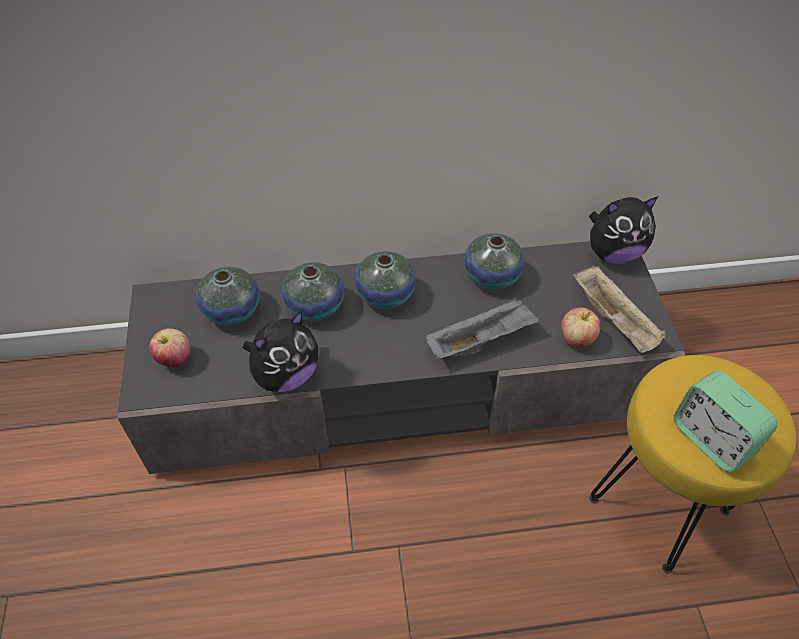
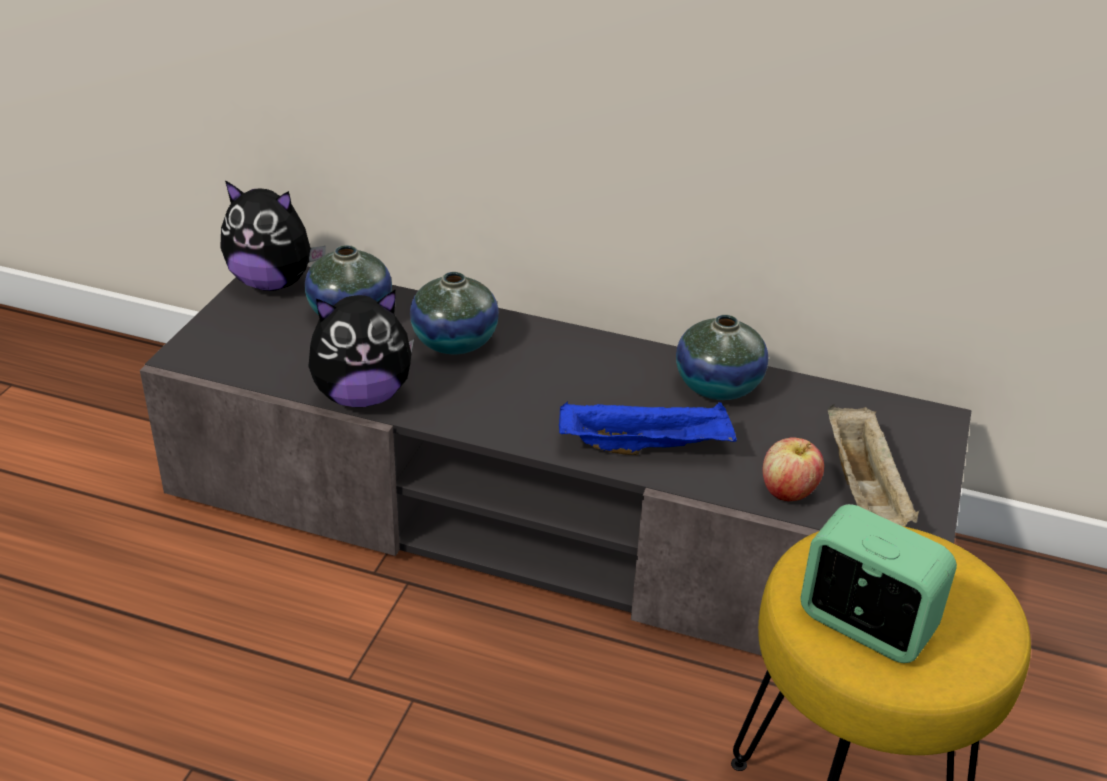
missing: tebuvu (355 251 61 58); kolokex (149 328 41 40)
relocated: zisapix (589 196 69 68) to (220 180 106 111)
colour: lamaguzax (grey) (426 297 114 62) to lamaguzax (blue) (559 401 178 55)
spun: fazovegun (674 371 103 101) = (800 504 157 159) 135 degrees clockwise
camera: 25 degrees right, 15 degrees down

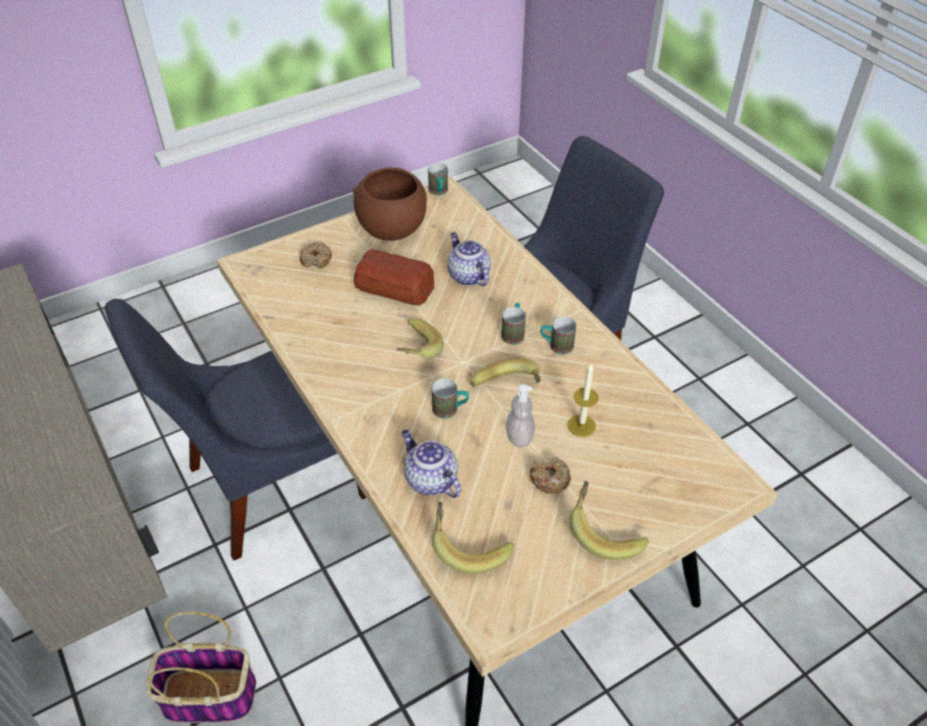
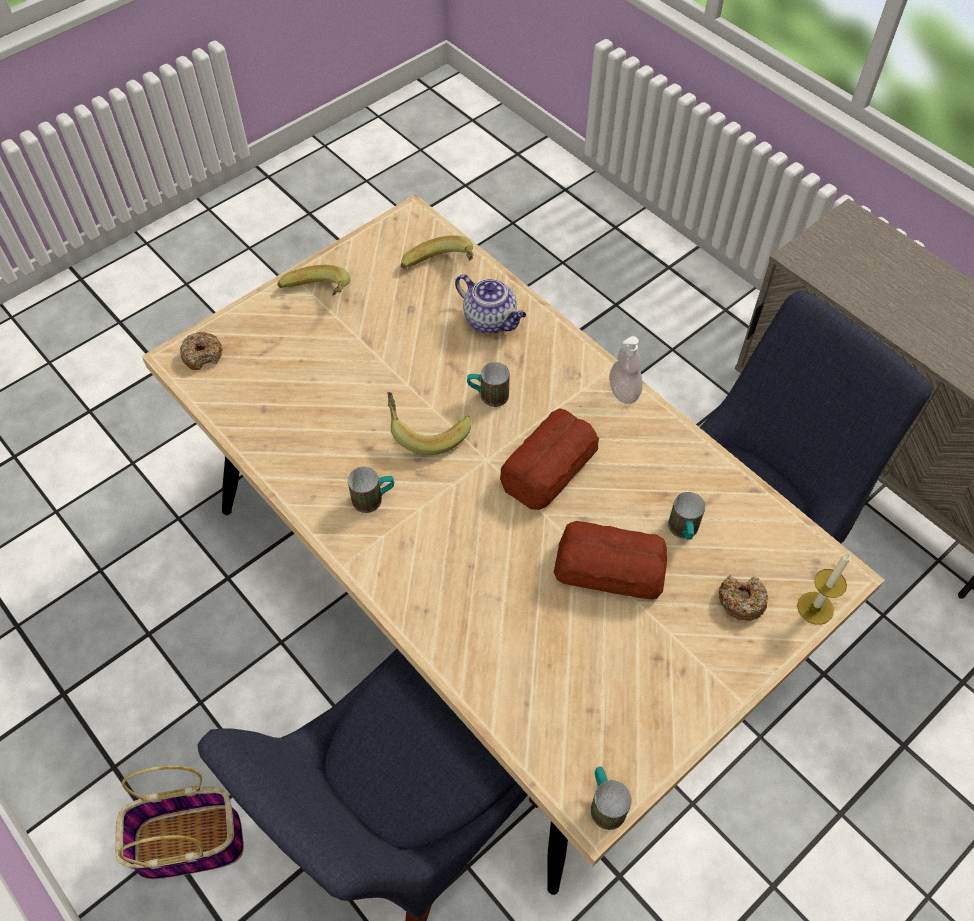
missing: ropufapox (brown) (353 167 74 74); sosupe (447 232 44 54)
relocated: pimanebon (501 303 25 42) to (668 492 37 48); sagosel (567 363 31 74) to (797 553 54 72); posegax (506 384 29 63) to (609 336 34 68); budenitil (530 457 41 37) to (180 332 43 38); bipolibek (146 611 110 112) to (115 766 129 113)
exchanged: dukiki (396 319 48 39) to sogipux (500 408 99 102)
camera: 170 degrees right, 10 degrees up

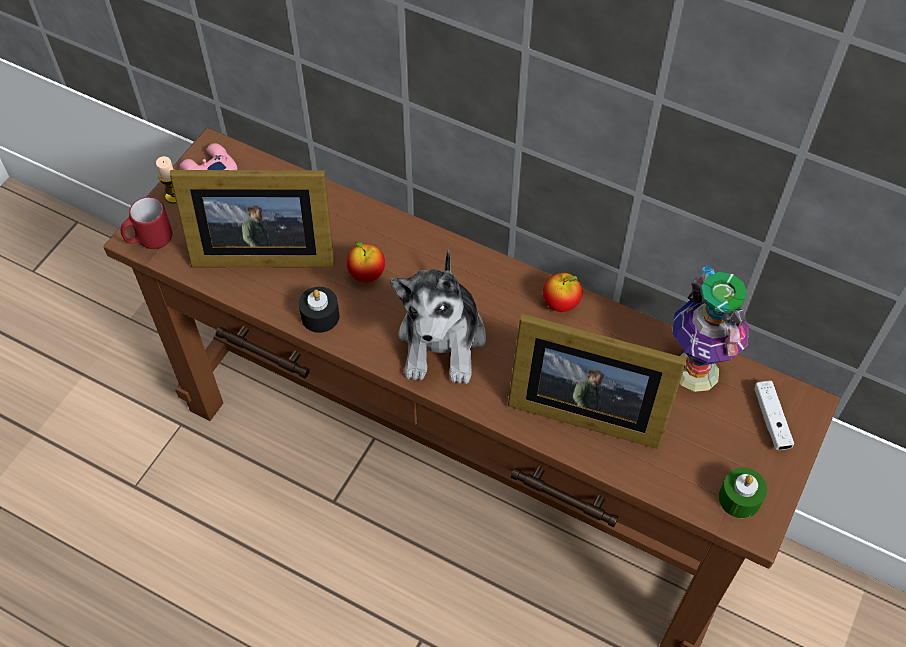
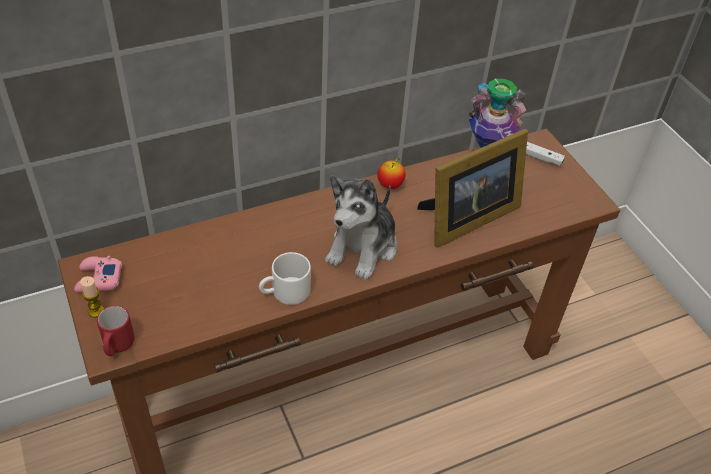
missing: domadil (170 170 165 98); kolokex (347 241 38 41); sagosel (green) (719 468 48 50)
exchanged: sagosel (black) (299 287 40 46) to pimanebon (white) (259 252 52 53)
spun: zisapix (390 249 96 135) = (325 175 72 105) 75 degrees clockwise
camera: 55 degrees left, 10 degrees down

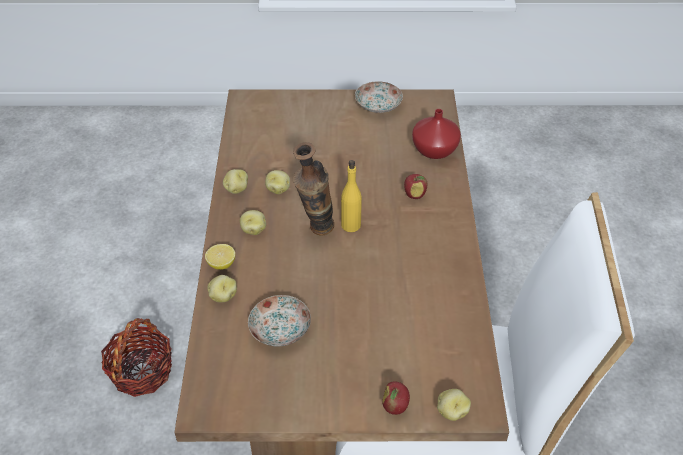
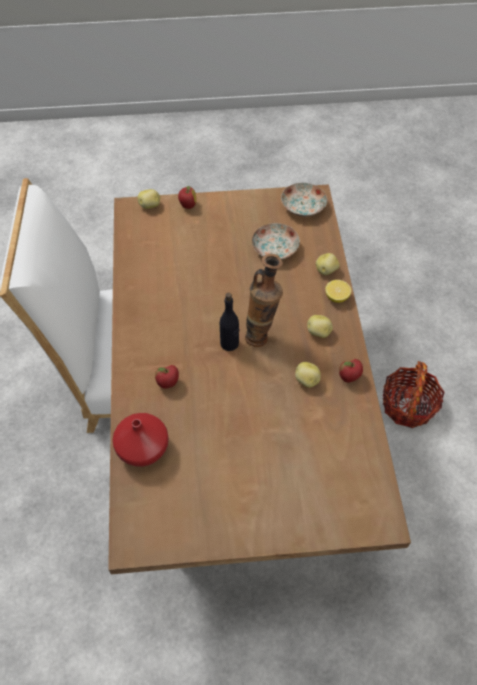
relocated: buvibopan (355 81 48 32) to (281 183 46 33)
exchanged: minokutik (223 169 25 25) to kolokex (339 359 24 23)
colour: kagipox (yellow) (341 160 21 72) to kagipox (black) (220 293 19 58)
camera: 175 degrees right, 10 degrees up

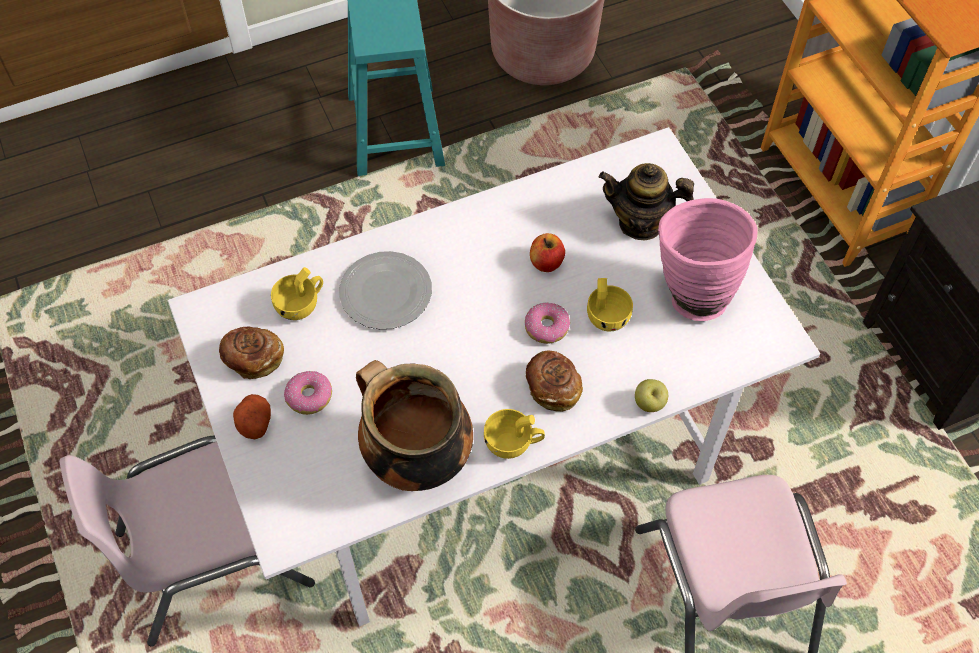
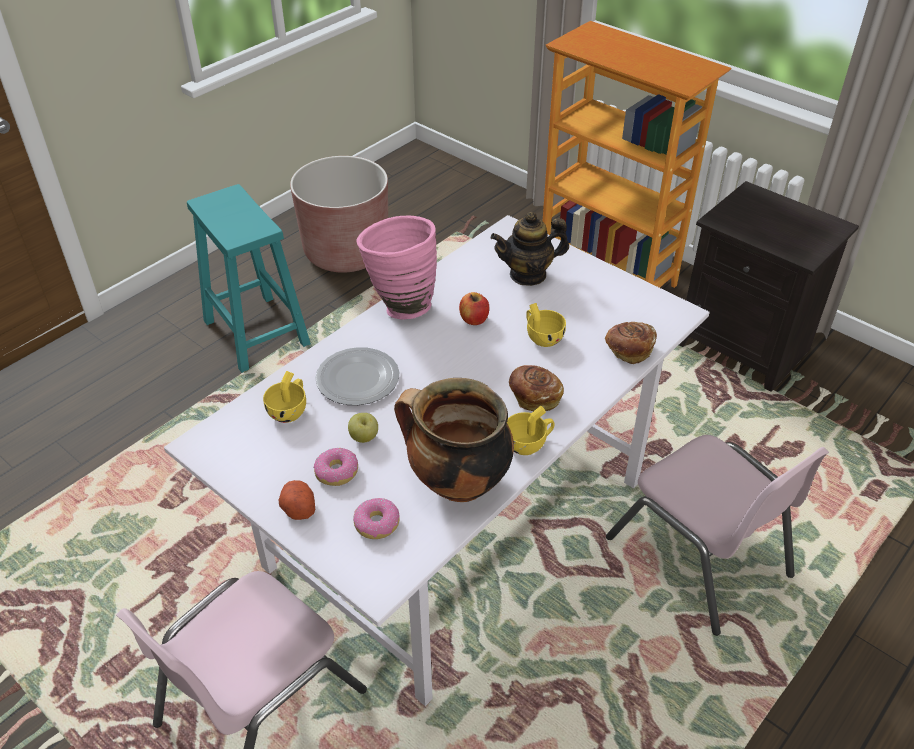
relocated: tebuvu (pink) (658 198 100 123) to (356 215 81 104); budenitil (525 302 45 42) to (353 498 46 41); sogipux (219 327 65 52) to (605 322 52 42); kolokex (635 379 33 33) to (348 413 30 30)
camera: 25 degrees left, 15 degrees down

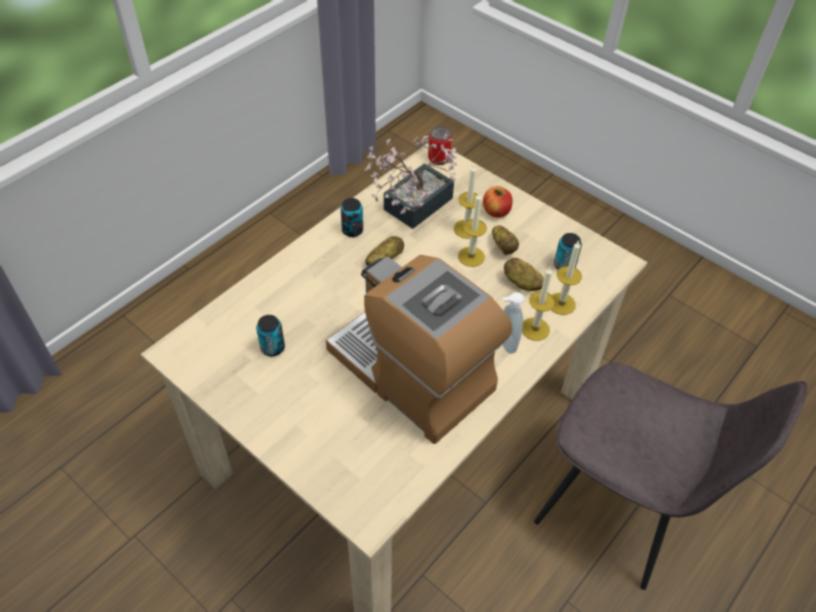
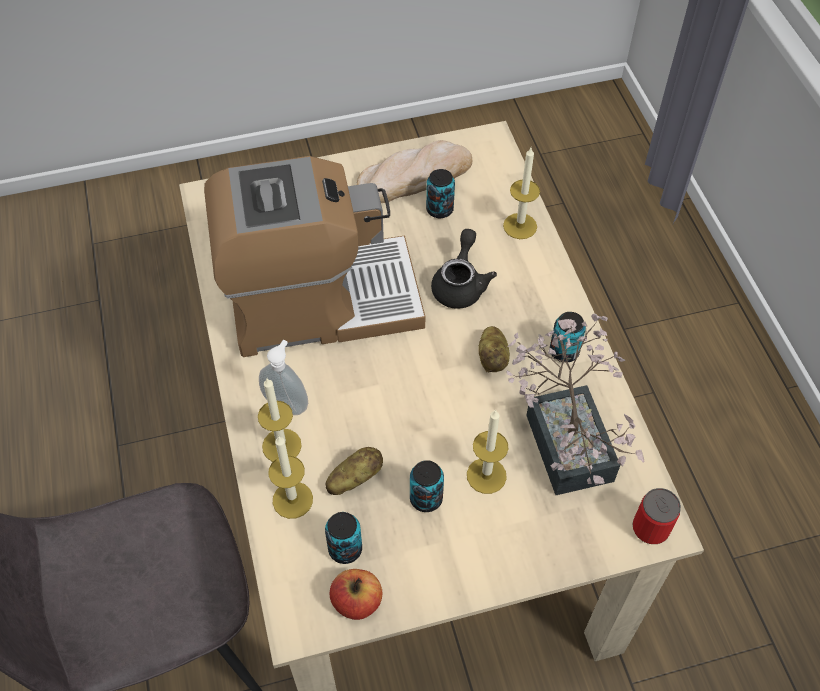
appeared: sogipux (357 140 115 63); sosupe (black) (431 229 66 80)
relocated: kolokex (483 186 30 32) to (330 569 53 51); sagosel (458 193 29 74) to (503 148 37 91)
exchanged: minokutik (492 225 27 30) to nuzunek (410 460 34 52)
camera: 125 degrees right, 5 degrees up

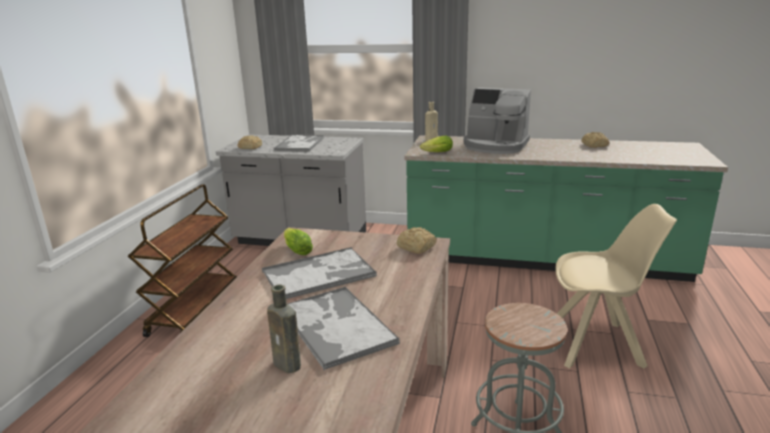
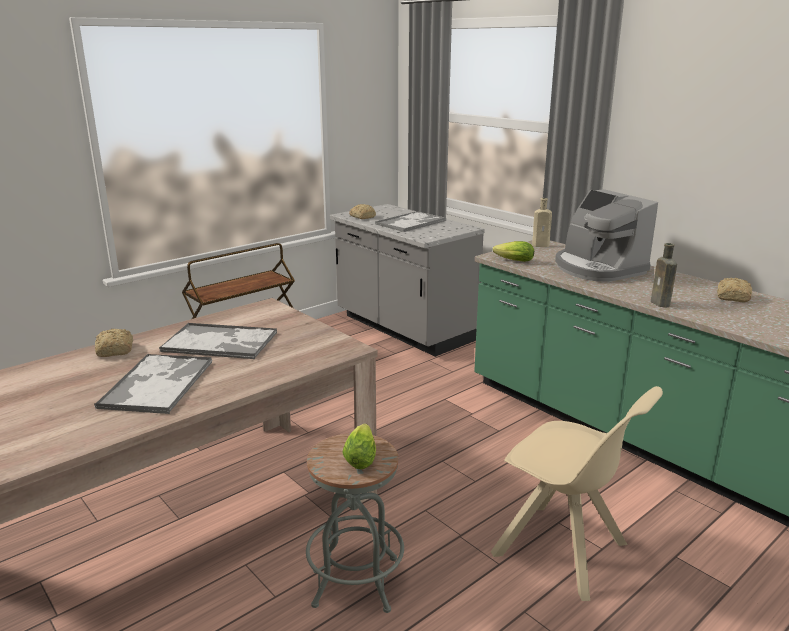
relocated: sogipux (397 227 40 27) to (95 329 38 28); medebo (284 228 29 27) to (342 424 34 45); kagipox (brown) (267 285 34 88) to (651 243 26 65)
camera: 35 degrees right, 0 degrees up

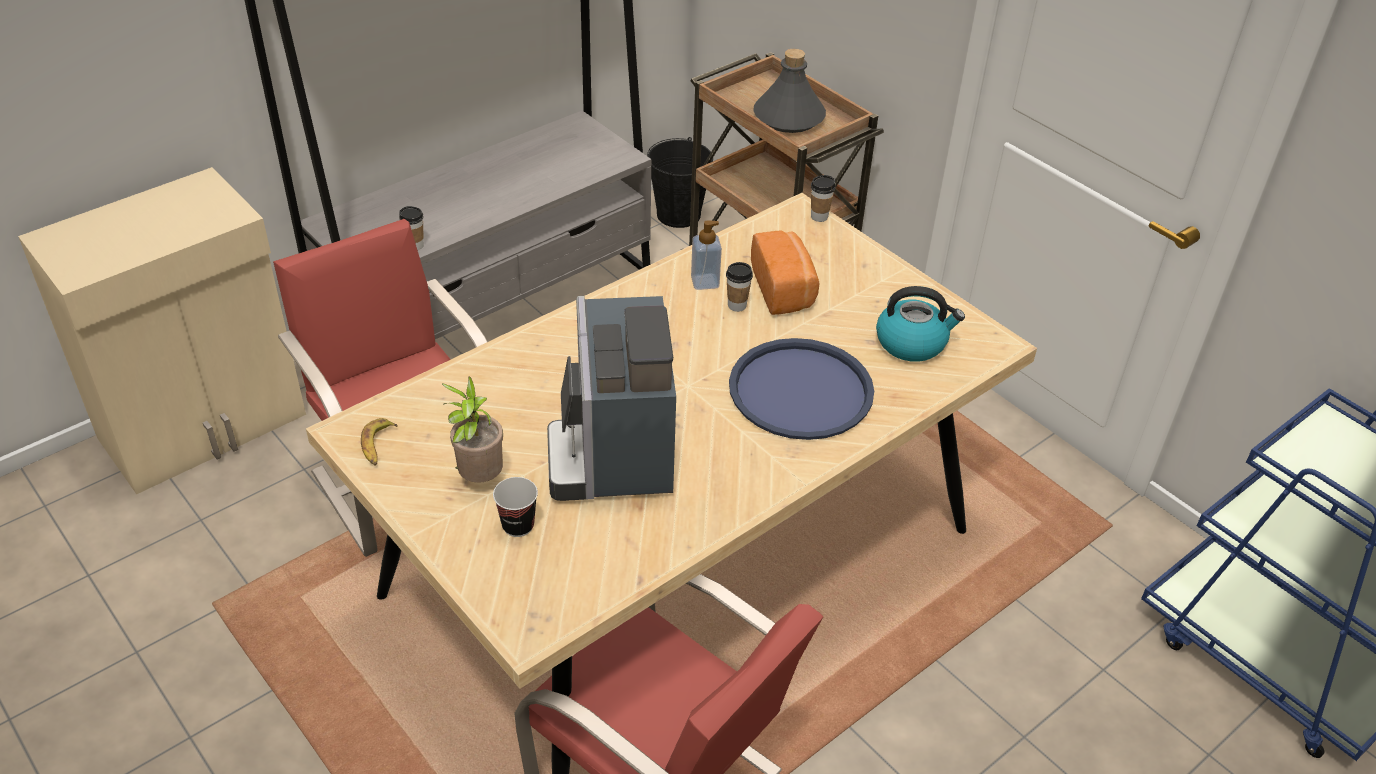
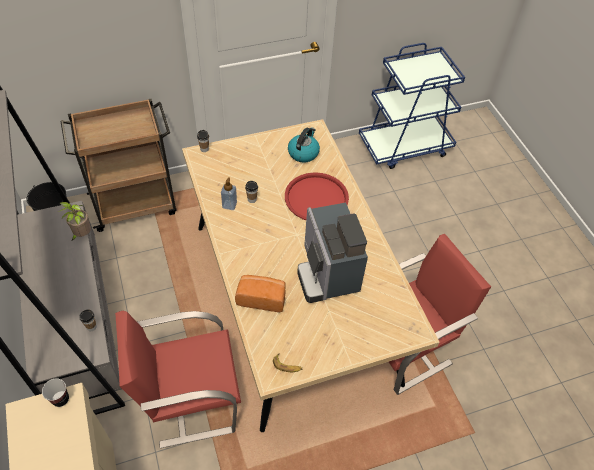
missing: kagipox (grey) (753 49 73 84)
relocated: sogipux (751 231 68 84) to (235 275 50 37); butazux (442 376 61 107) to (58 202 33 38); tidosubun (493 477 45 60) to (42 378 27 29)
colour: lamaguzax (blue) (729 338 145 102) to lamaguzax (red) (285 172 64 48)
spun: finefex (547 296 129 205) = (297 203 71 100) 60 degrees clockwise
camera: 70 degrees left, 10 degrees up

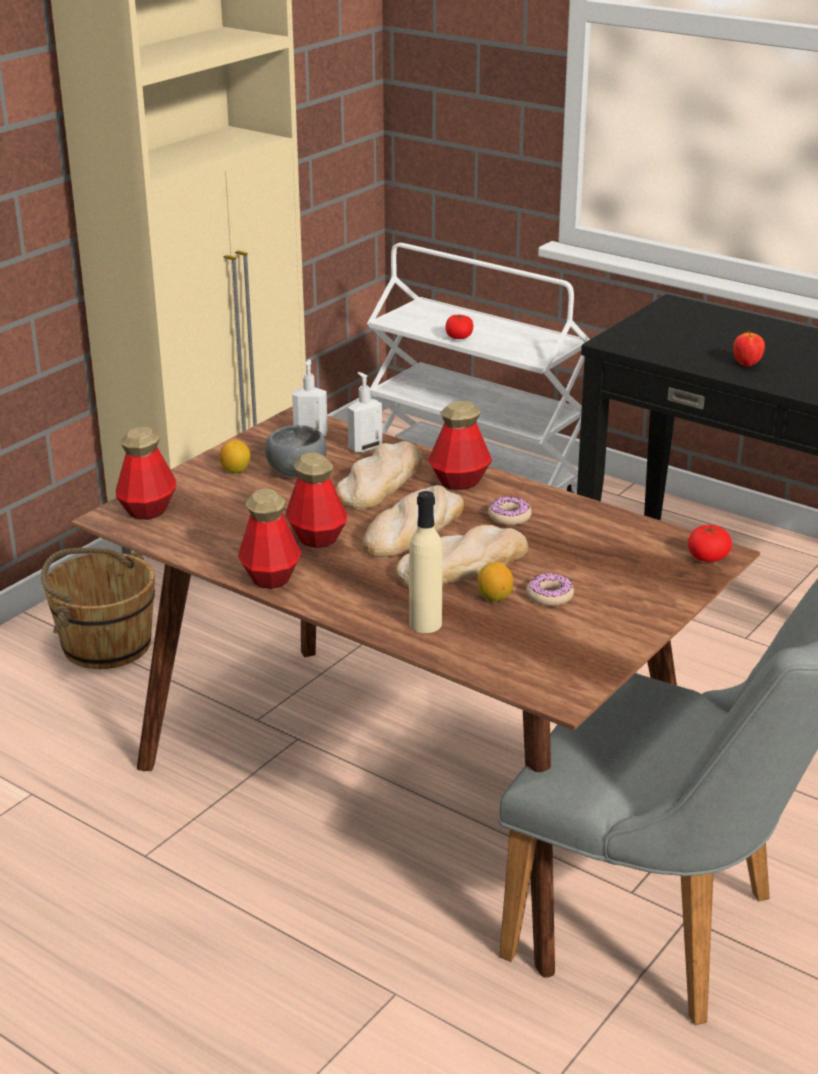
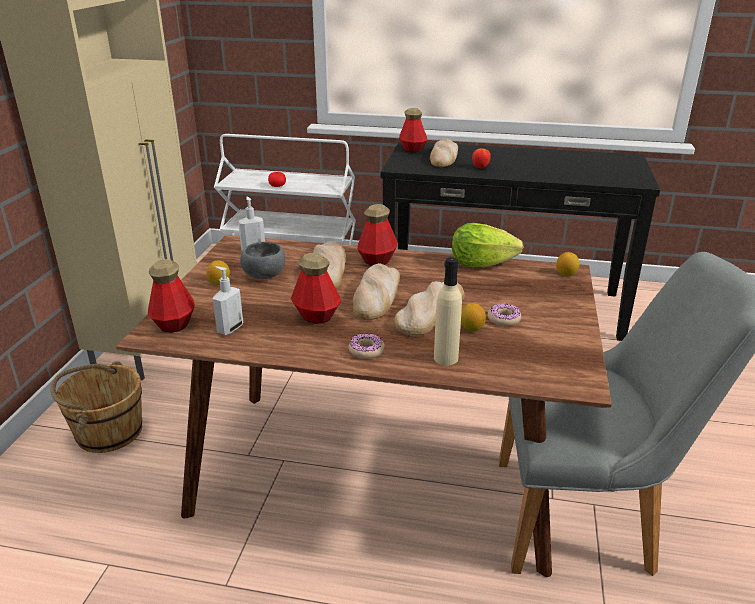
appeared: sogipux (430 138 28 29); medebo (452 223 71 44)
relocated: posegax (347 372 35 81) to (213 266 30 69); kagipox (238 489 63 100) to (399 108 28 45); budenitil (488 497 44 28) to (349 333 36 26)
exchanged: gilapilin (688 524 44 38) to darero (556 252 24 24)
camera: 25 degrees left, 0 degrees up

